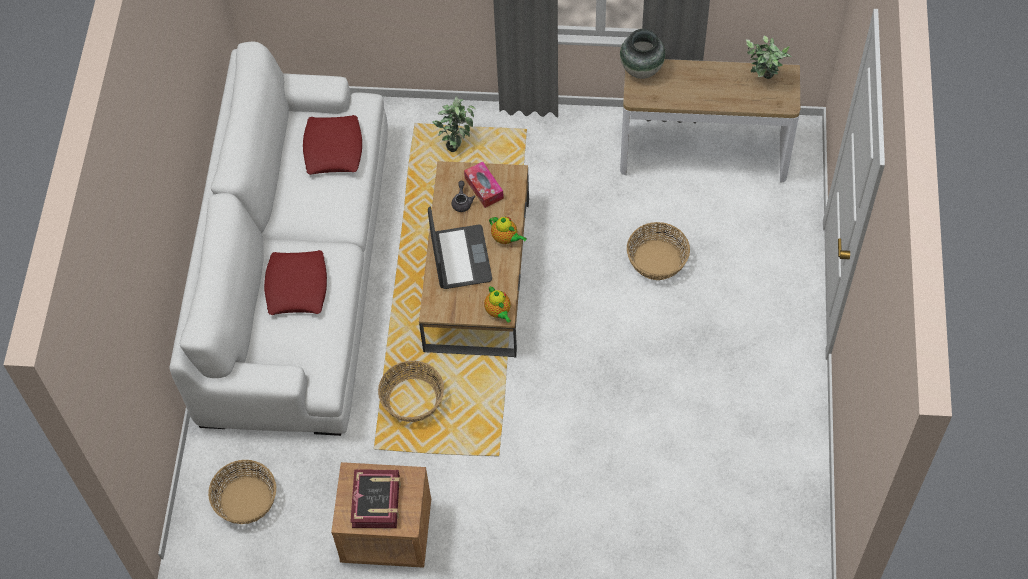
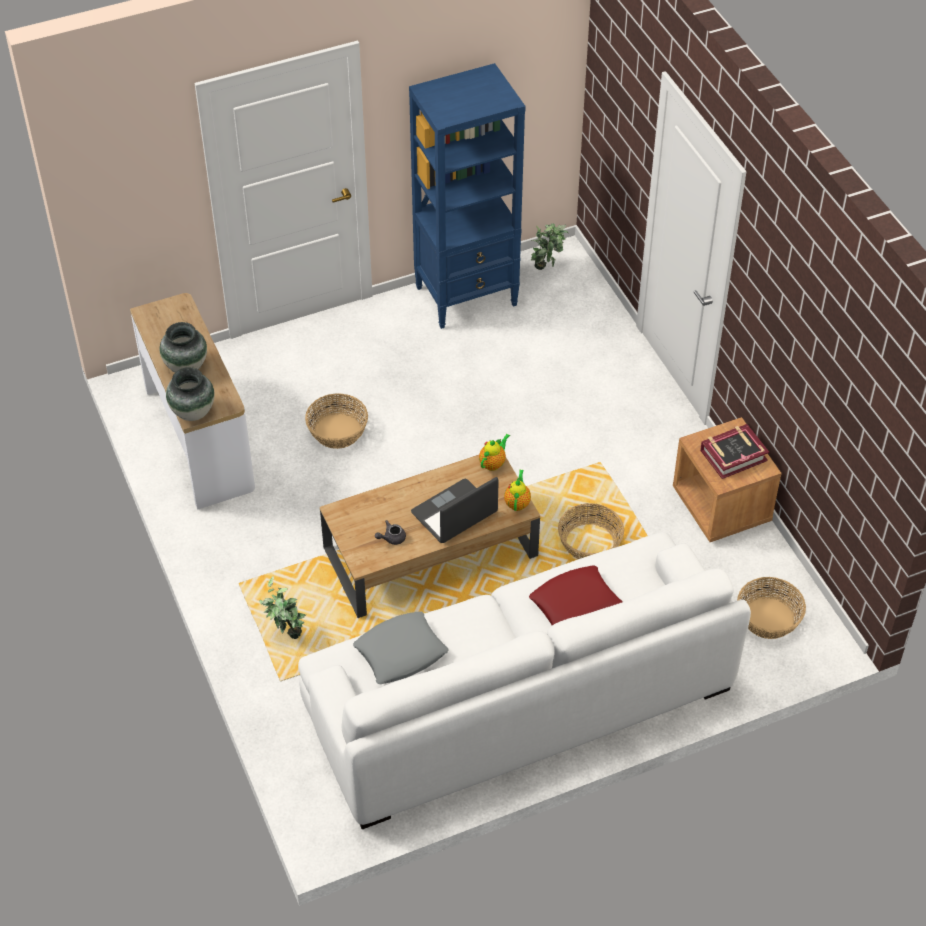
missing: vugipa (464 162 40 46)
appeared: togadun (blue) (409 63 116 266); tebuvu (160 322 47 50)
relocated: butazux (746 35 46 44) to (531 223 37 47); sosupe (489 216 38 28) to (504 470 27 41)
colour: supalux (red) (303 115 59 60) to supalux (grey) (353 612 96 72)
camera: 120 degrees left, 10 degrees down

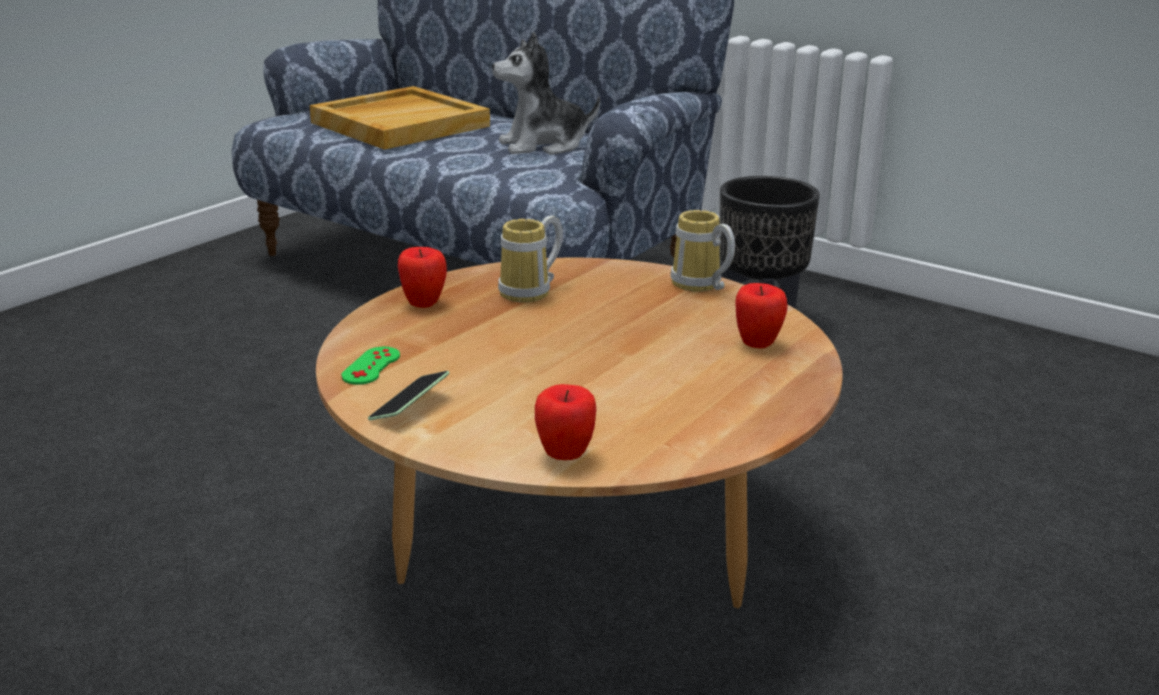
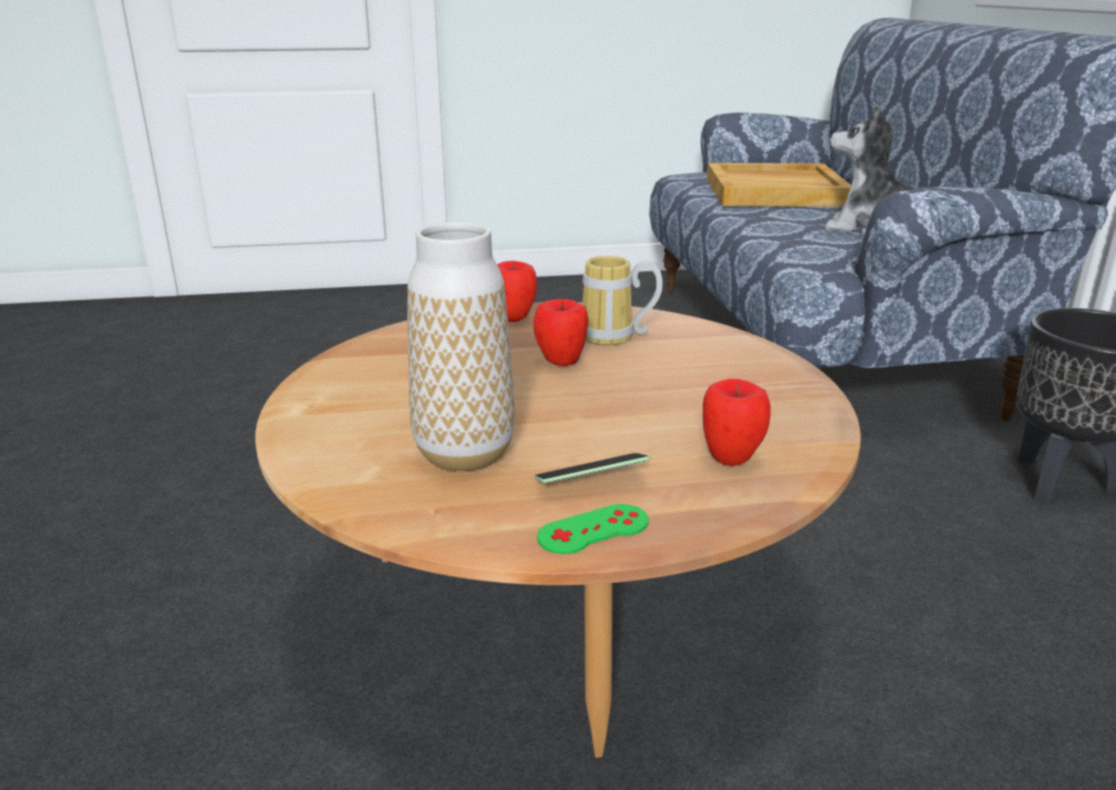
missing: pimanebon (671 210 64 82)
appeared: tebuvu (407 222 108 249)
relocated: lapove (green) (341 347 59 38) to (537 504 112 50); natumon (368 371 81 49) to (534 453 116 30); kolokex (535 384 61 76) to (533 299 56 67)
camera: 45 degrees right, 0 degrees up

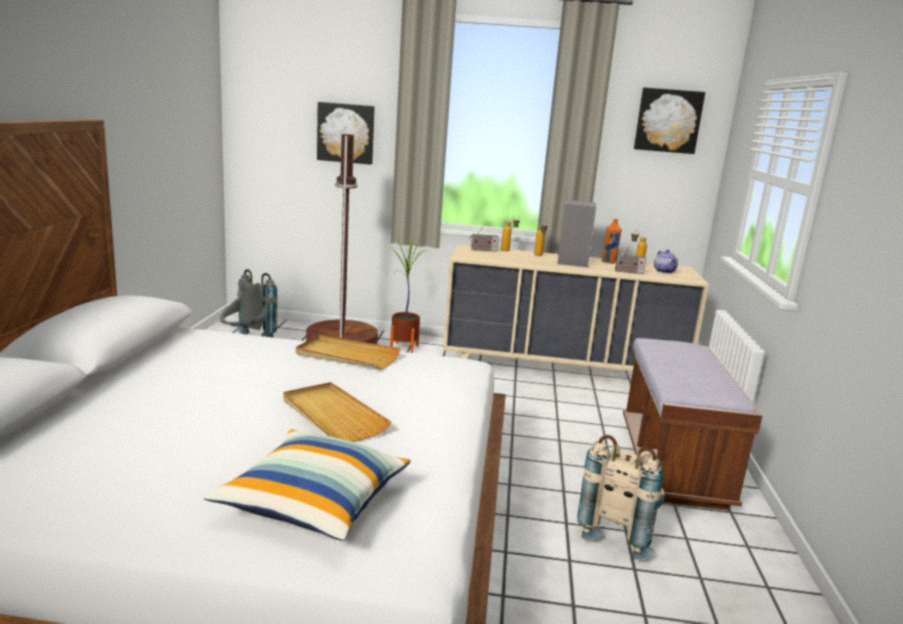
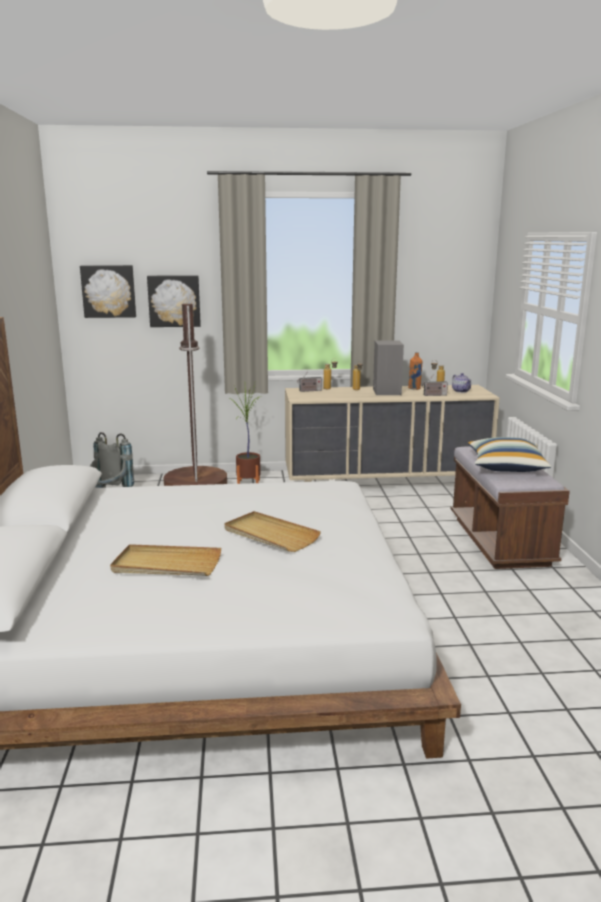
missing: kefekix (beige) (577 435 88 125)
relocated: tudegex (634 88 71 66) to (80 265 56 53); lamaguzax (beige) (296 334 105 35) to (110 544 111 32); supalux (203 430 208 111) to (468 437 83 35)
camera: 10 degrees left, 0 degrees up

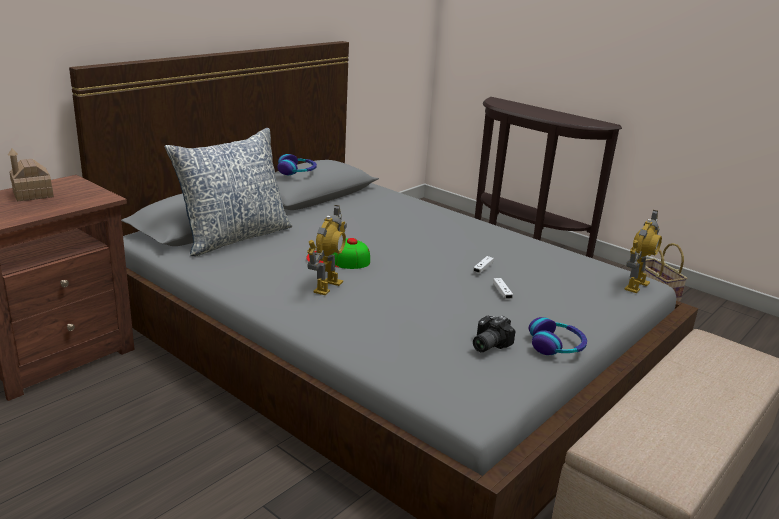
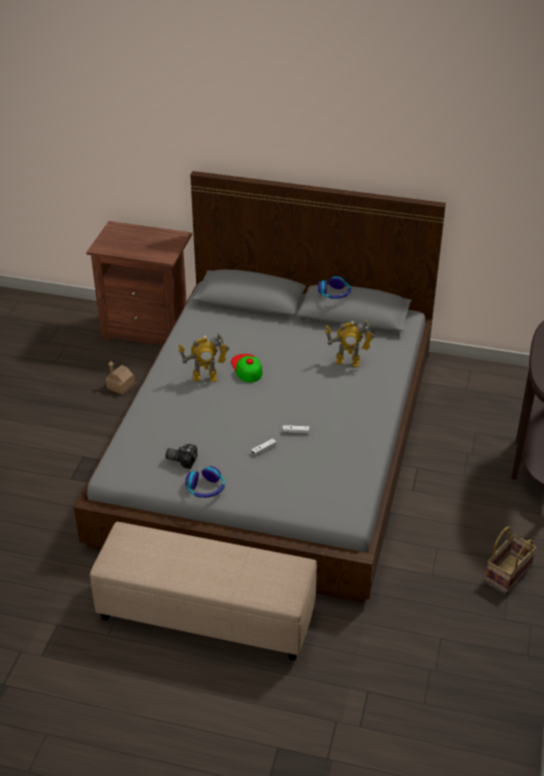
missing: supalux (164 128 128 128)
relocated: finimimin (8 149 46 52) to (106 361 29 34); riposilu (624 210 38 83) to (325 320 50 47)
camera: 65 degrees right, 15 degrees up

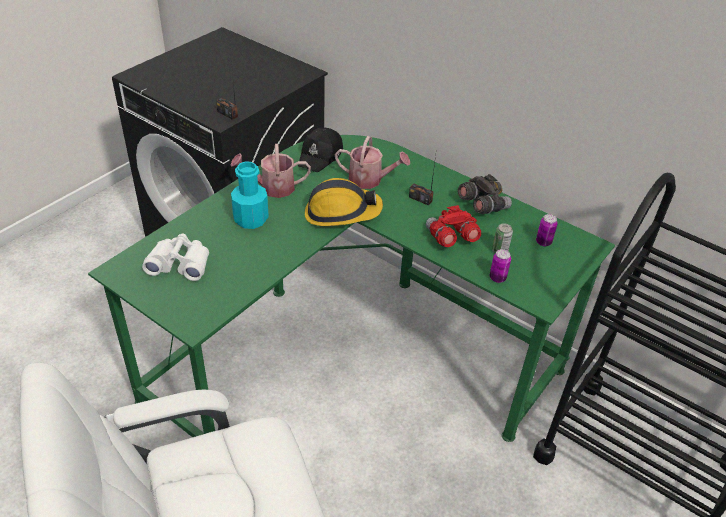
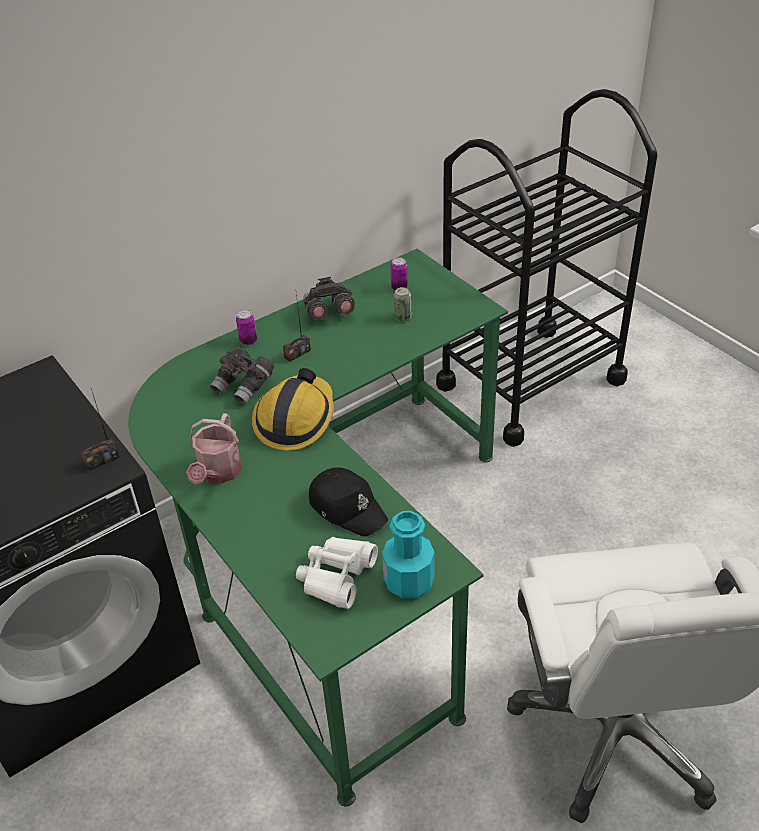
missing: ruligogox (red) (426 205 55 42)
relocated: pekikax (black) (298 127 45 45) to (309 467 79 70); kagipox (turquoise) (231 161 38 68) to (382 511 53 88); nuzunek (490 249 21 34) to (236 310 21 35)
exchanged: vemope (335 136 75 53) to ruligogox (grey) (210 347 64 57)
camera: 70 degrees left, 0 degrees up

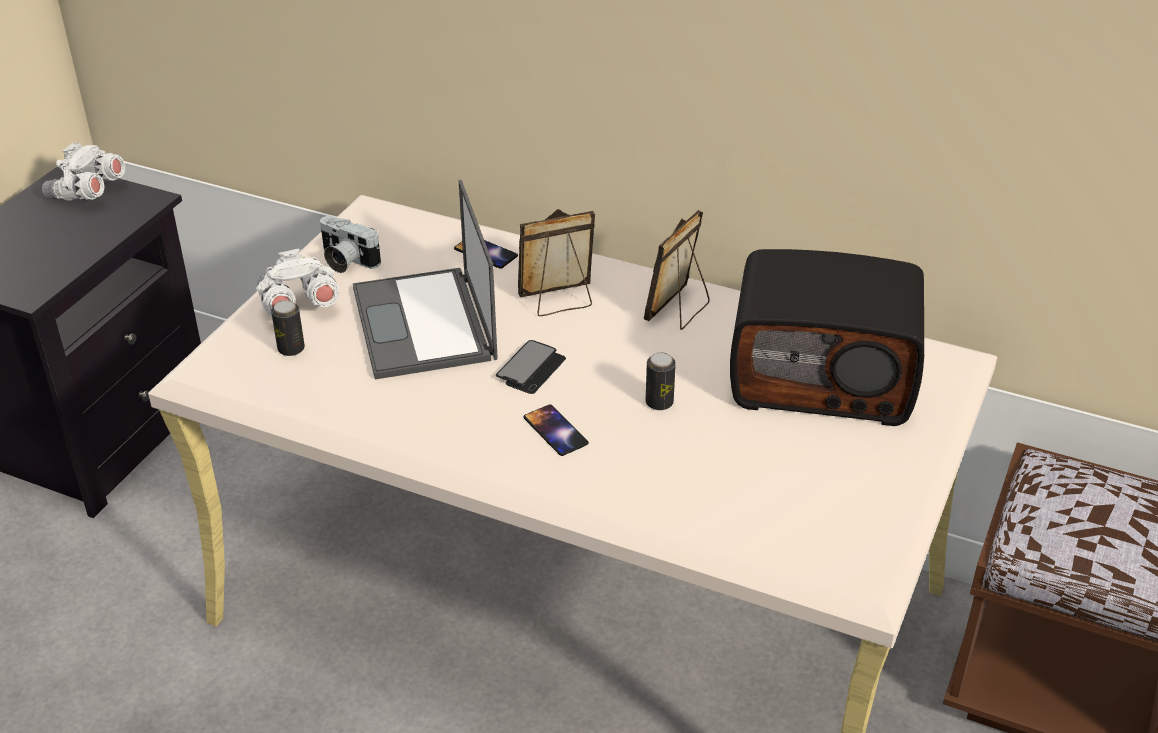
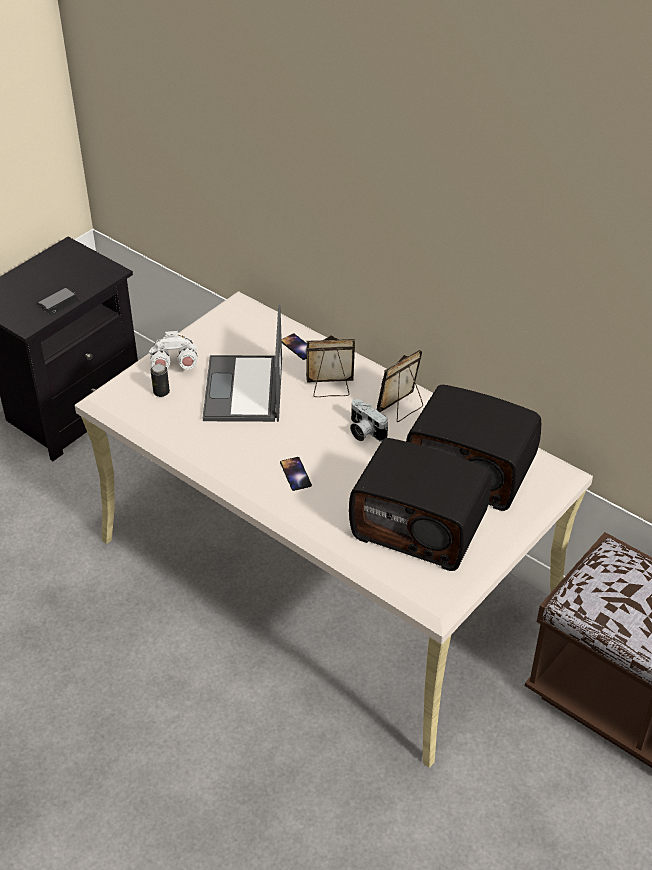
missing: ruligogox (white) (42 143 83 58); nuzunek (646 352 30 58)
appeared: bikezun (349 438 142 133)
relocated: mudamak (320 216 61 57) to (350 399 38 43); natumon (496 340 70 54) to (37 287 43 28)
camera: 15 degrees right, 5 degrees up

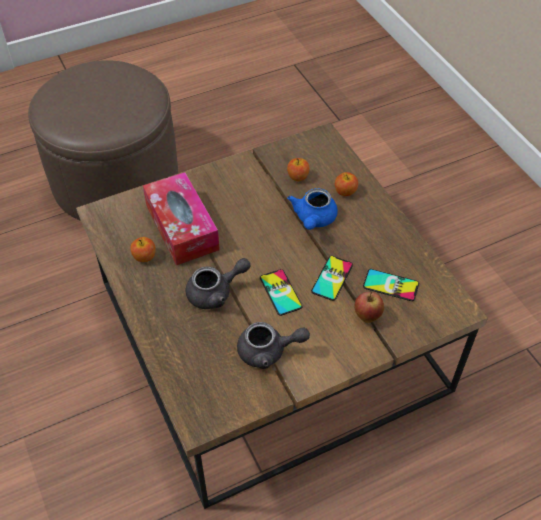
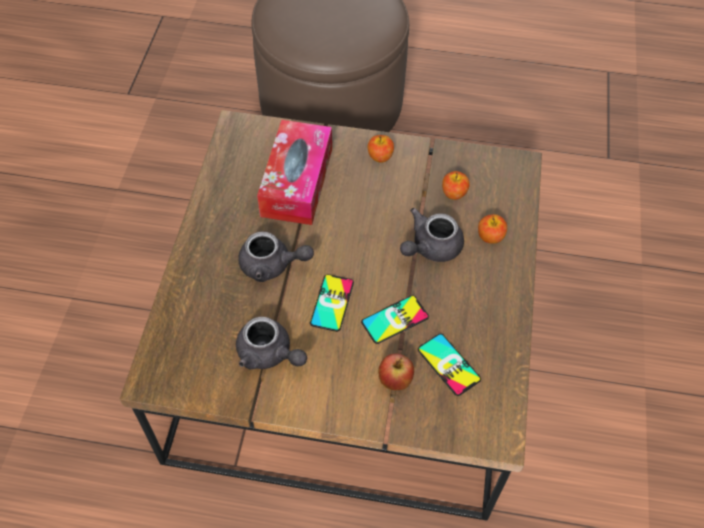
relocated: kolokex (130 237 26 25) to (368 135 26 28)
colour: sosupe (blue) (287 188 51 42) to sosupe (grey) (400 208 64 54)
camera: 35 degrees right, 5 degrees up

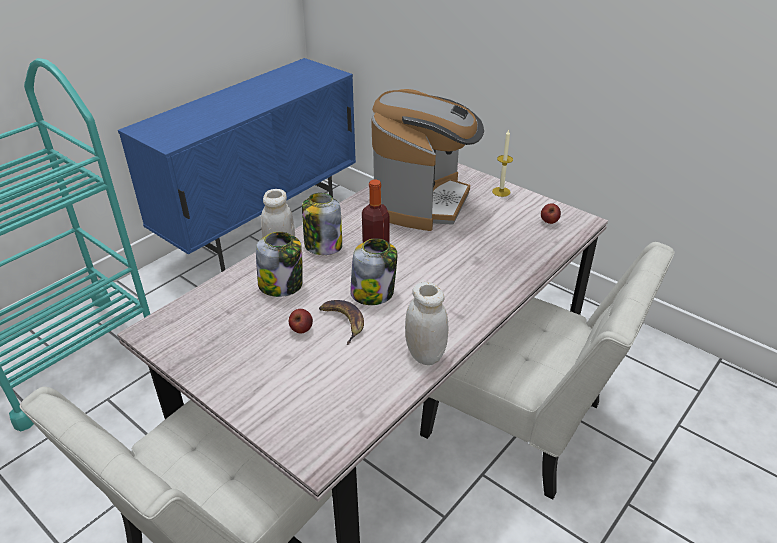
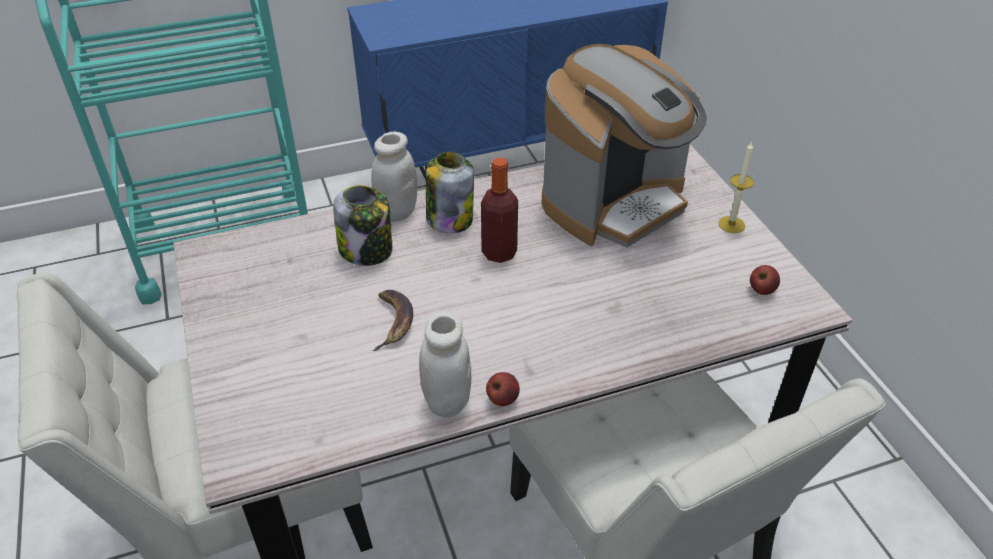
missing: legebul (350 238 47 67)
relocated: kolokex (289 309 24 24) to (486 372 34 34)
camera: 30 degrees right, 5 degrees up

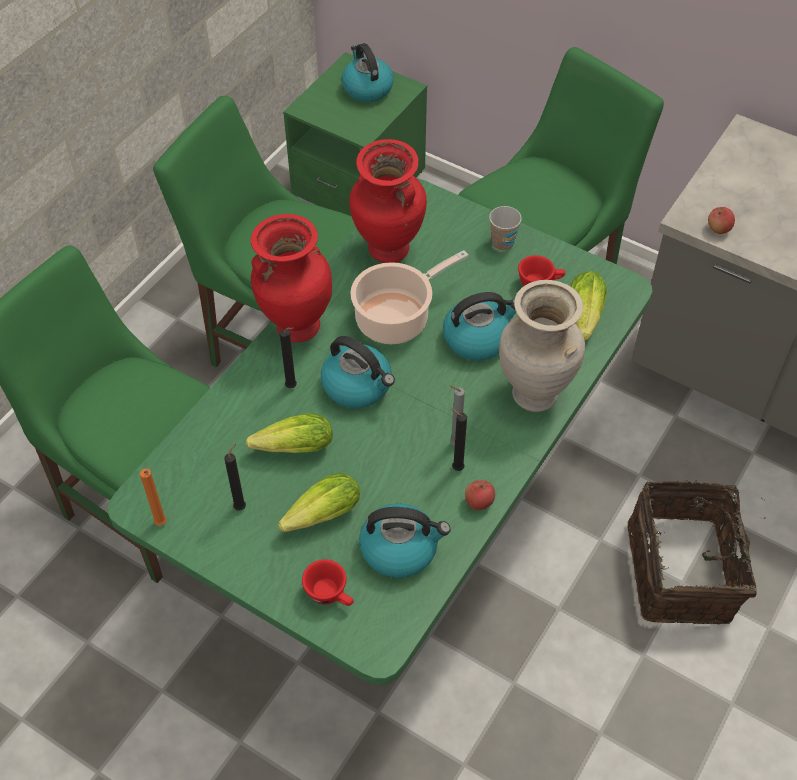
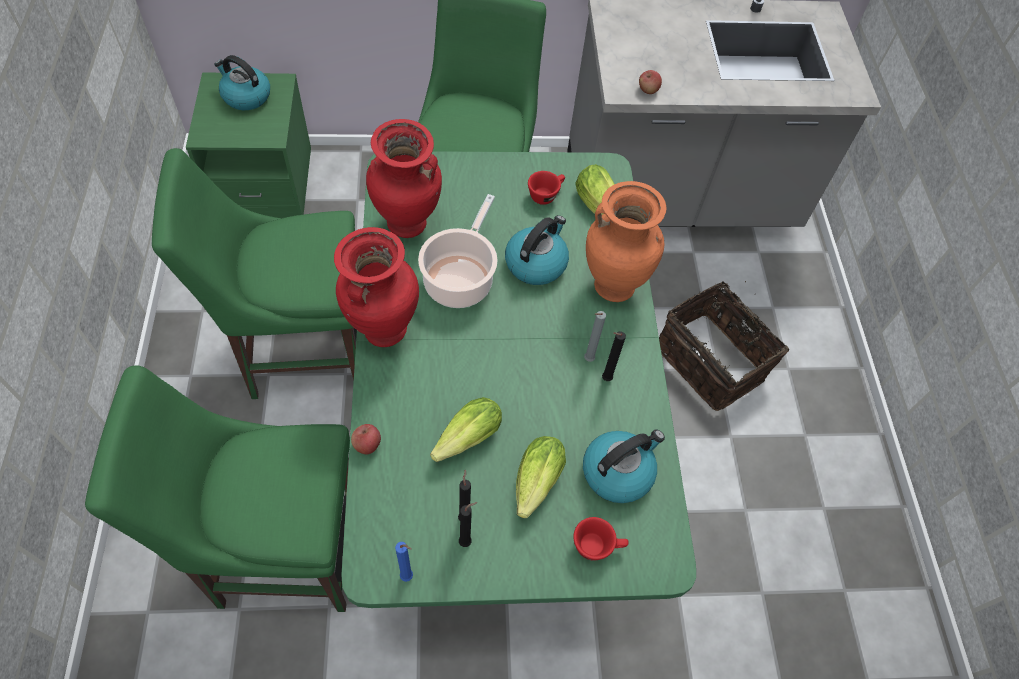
missing: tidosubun (489 206 33 45); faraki (321 336 74 72)
relocated: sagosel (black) (280 327 17 61) to (459 502 19 45); kolokex (465 480 30 30) to (351 424 30 30)
colour: tebuvu (beige) (499 280 86 132) to tebuvu (orange) (586 181 80 121); sagosel (orange) (140 469 27 57) to sagosel (blue) (395 542 18 40)
camera: 40 degrees left, 5 degrees up

